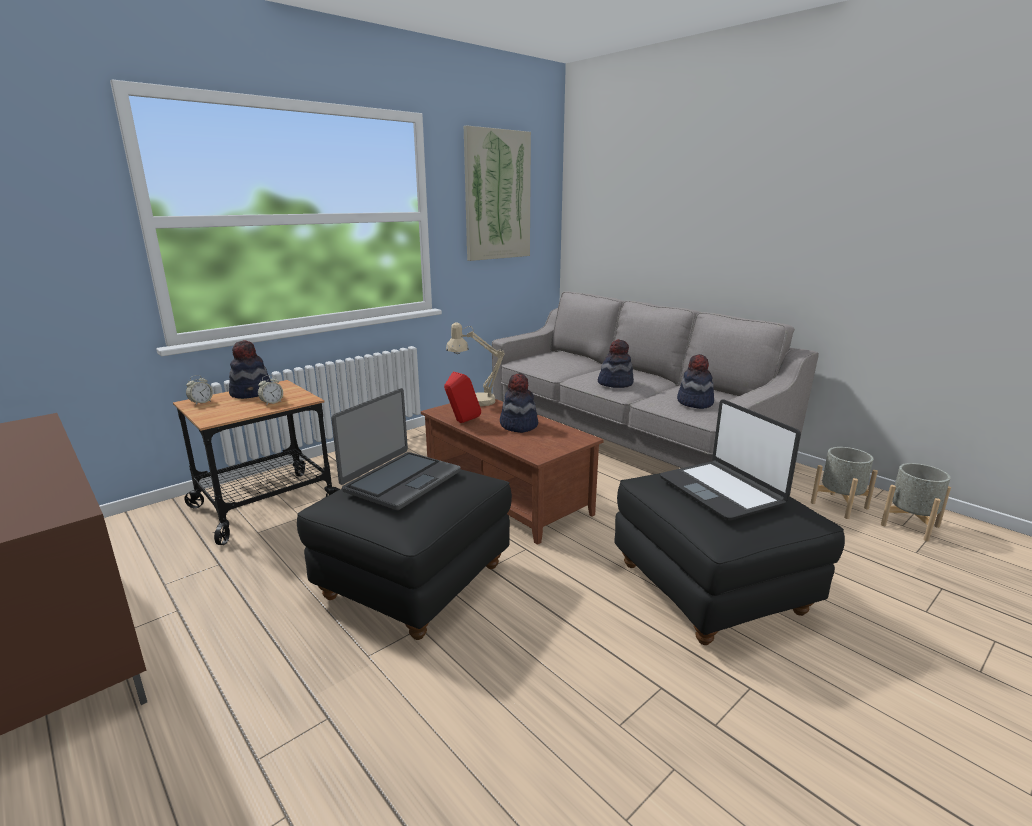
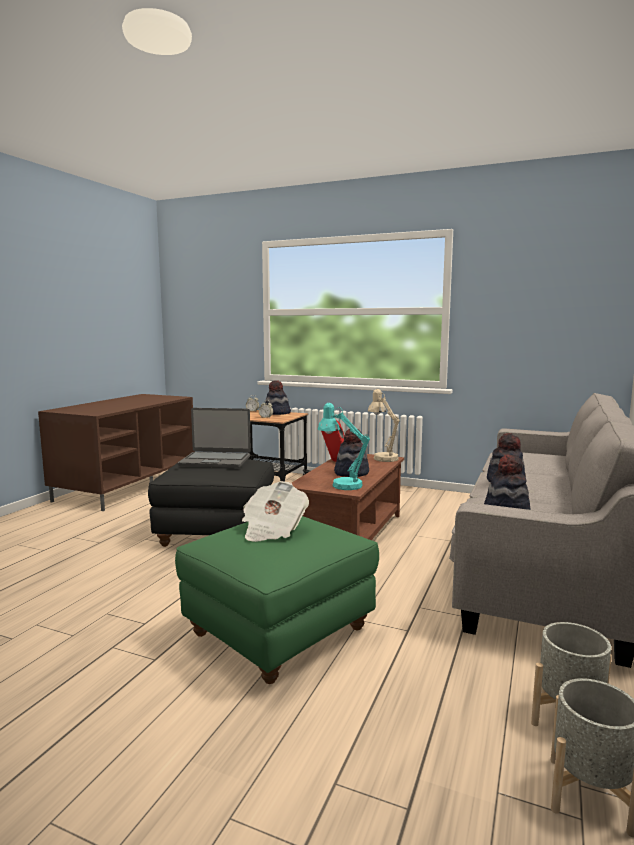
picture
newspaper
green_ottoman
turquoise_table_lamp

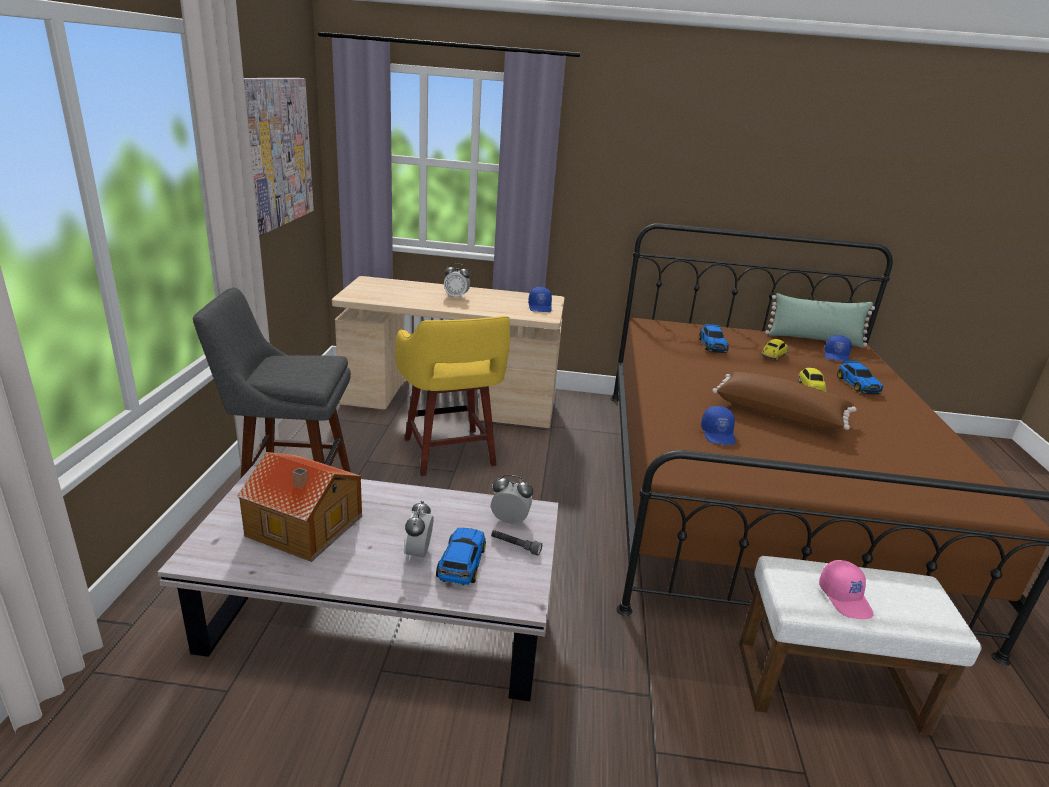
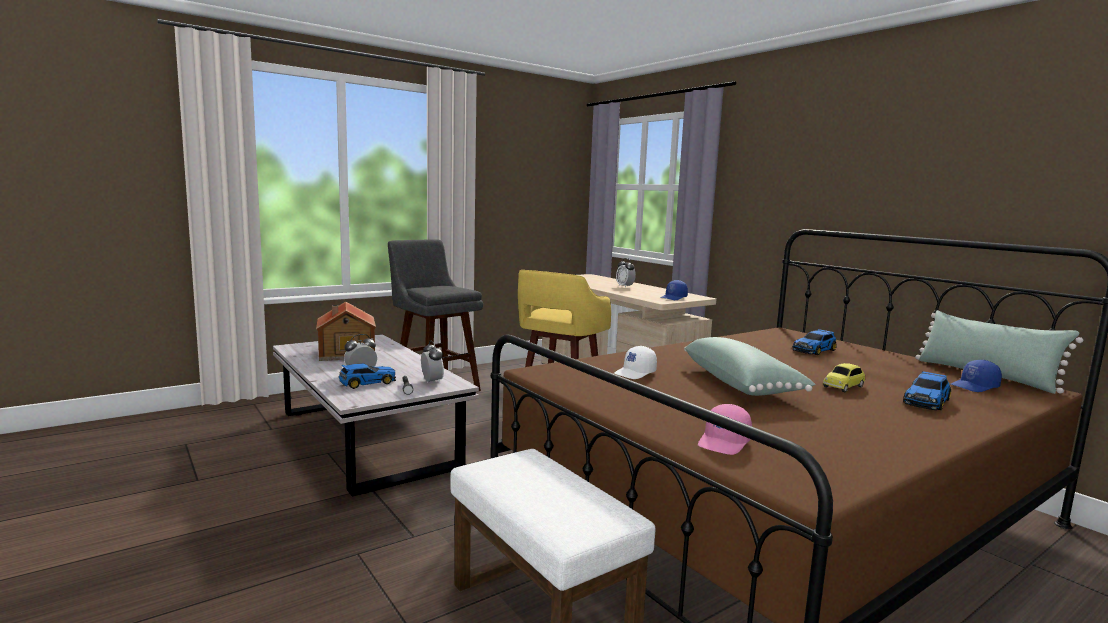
picture
toy_car (no. 3 from left in the first image)
green_pillow (no. 1 from left)
white_cap
pink_cap

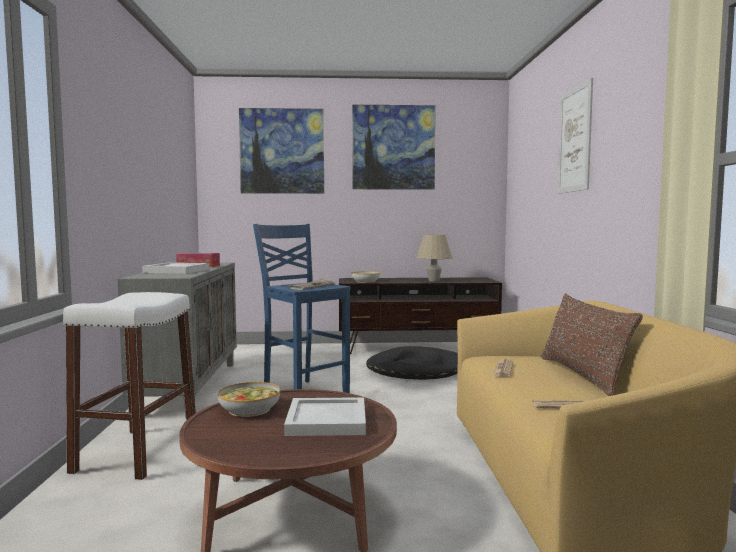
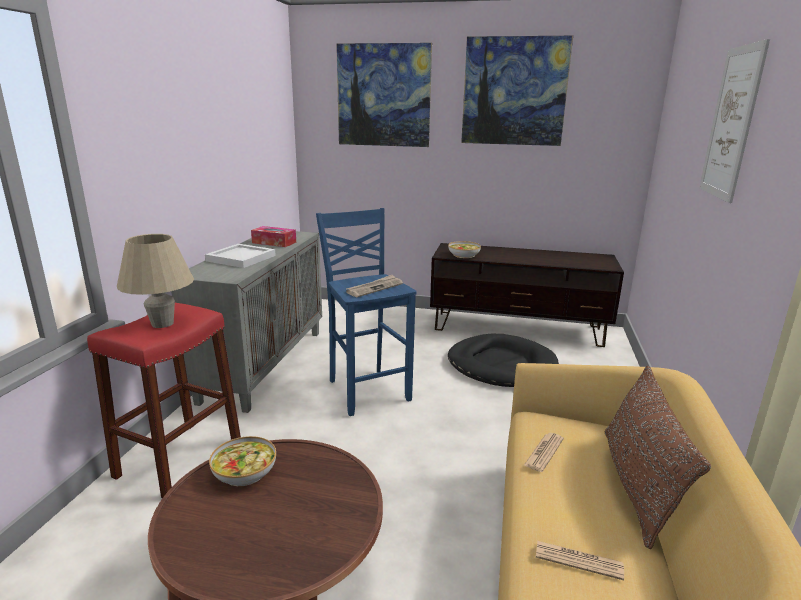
beige_table_lamp
red_stool
white_tray (no. 2 from left in the first image)

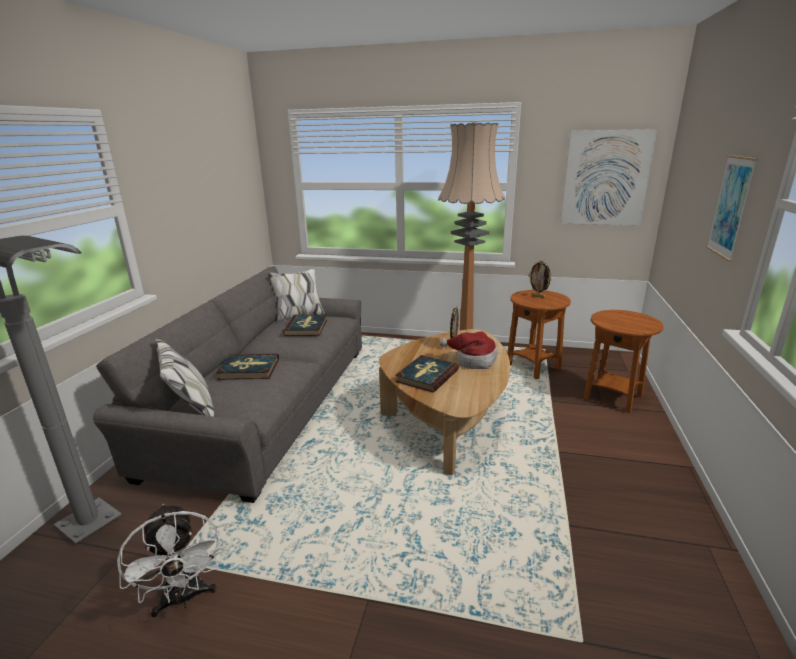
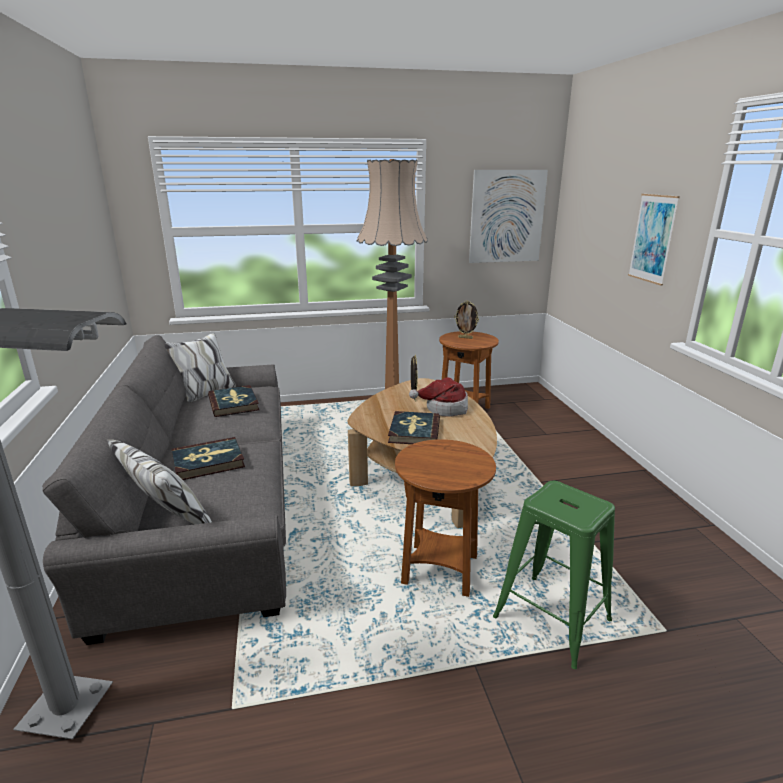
brown_side_table (no. 1 from left)
white_fan
green_stool

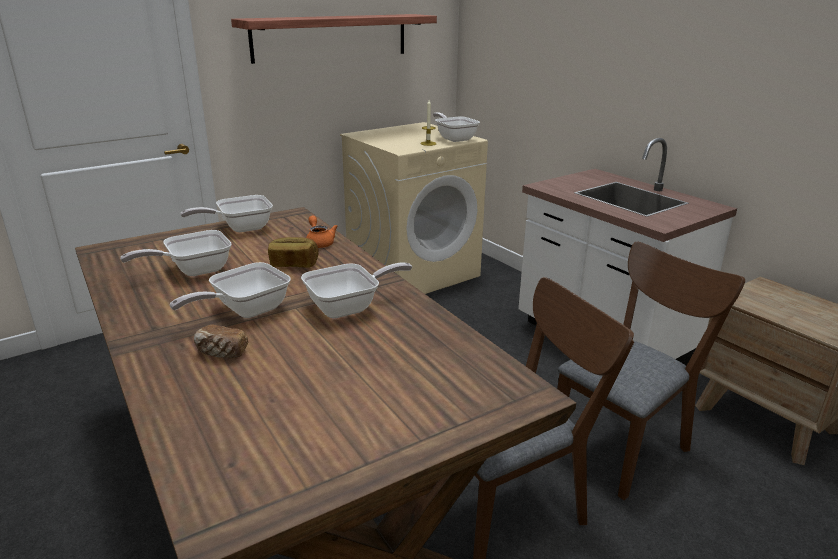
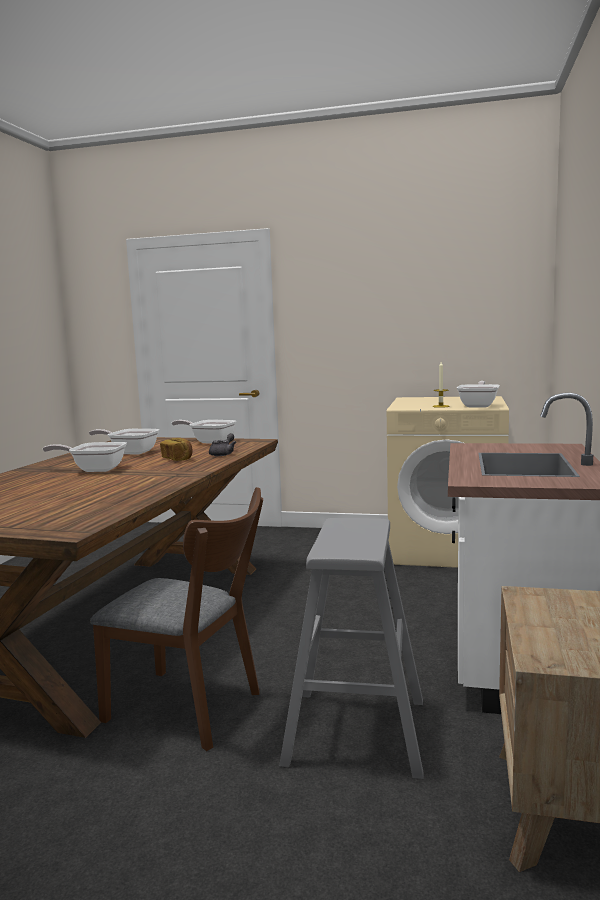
shelf
grey_teapot
grey_stool
frying_pan (no. 4 from left in the first image)
bread (no. 1 from left in the first image)

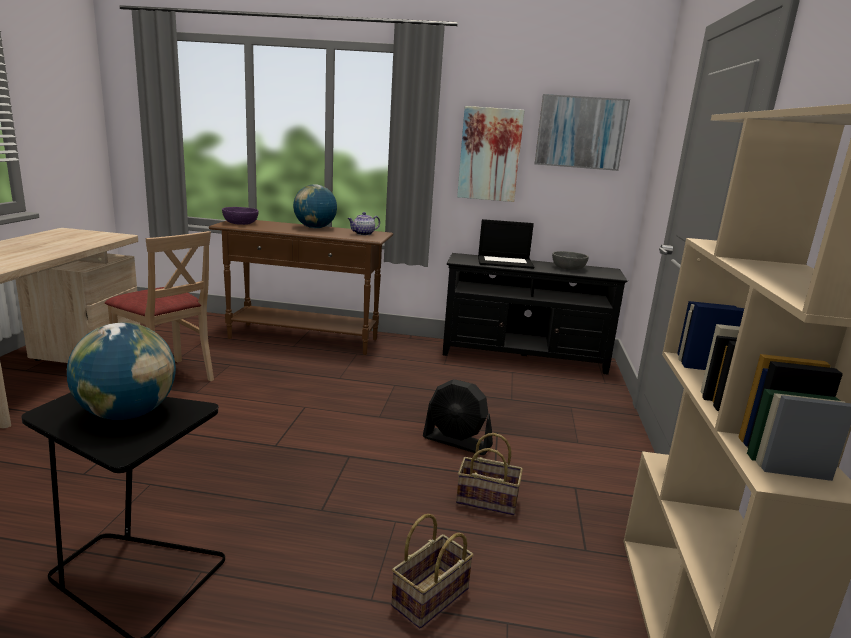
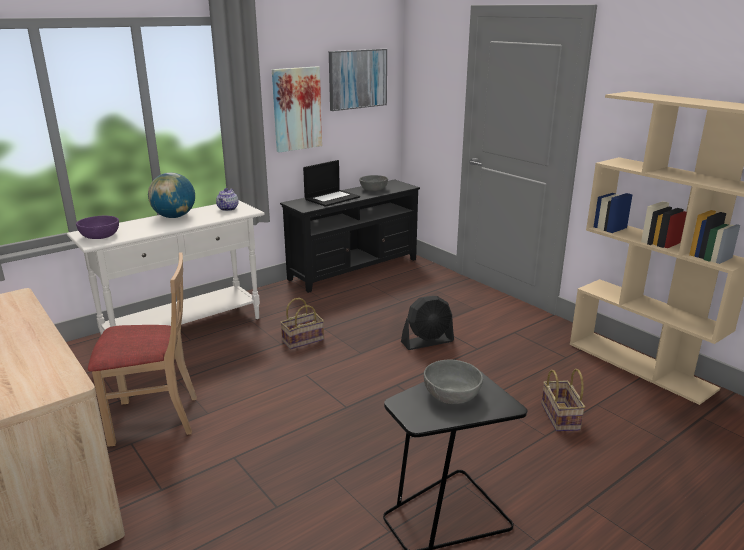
white_console_table
grey_bowl (no. 2 from left)
basket (no. 1 from left)

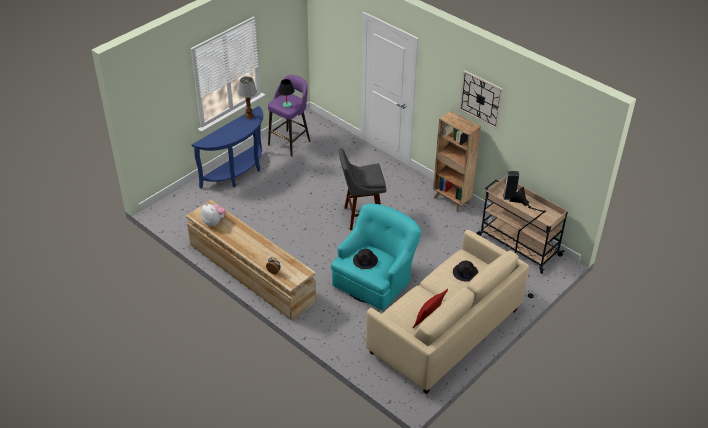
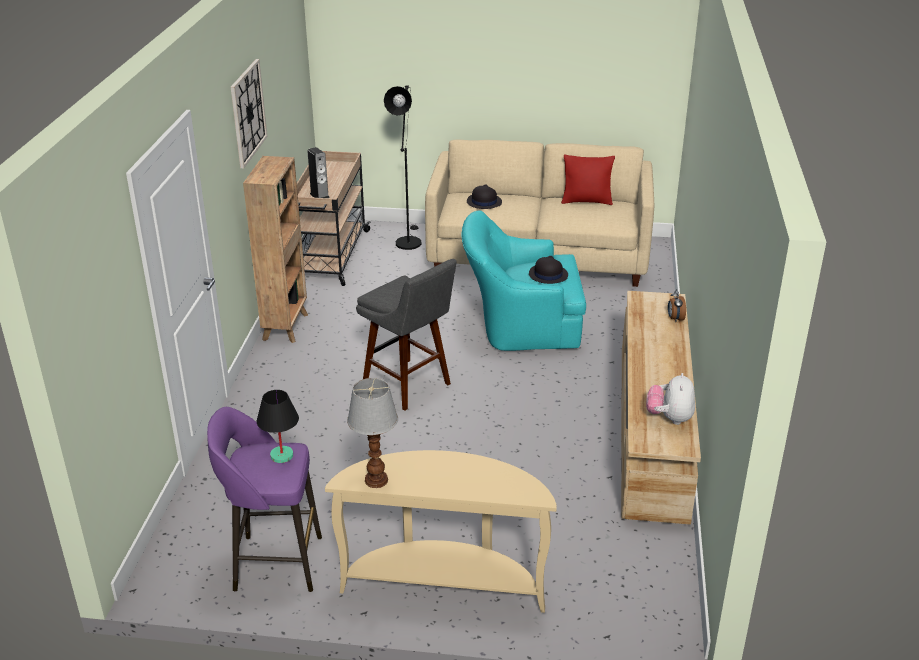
beige_console_table

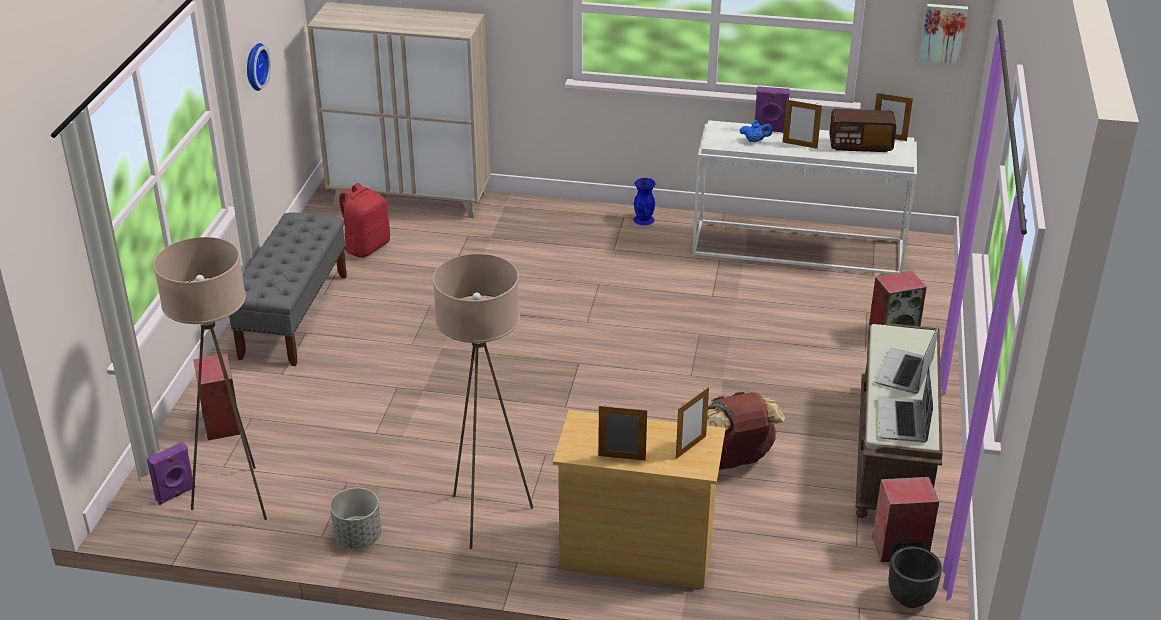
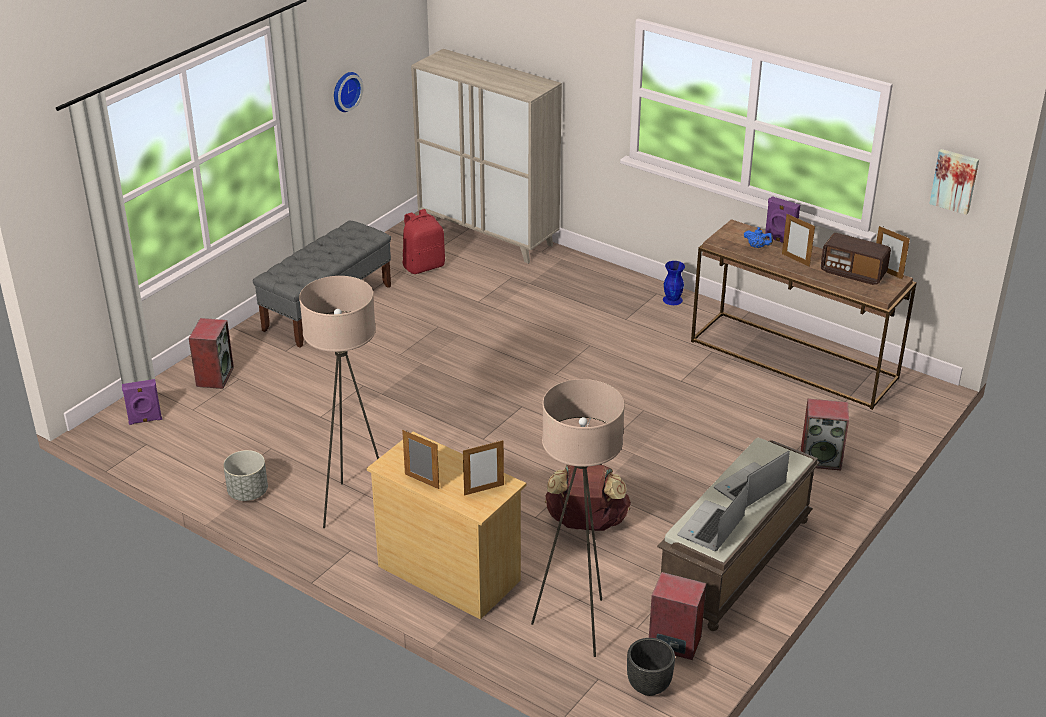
brown_console_table
beige_floor_lamp (no. 2 from left)

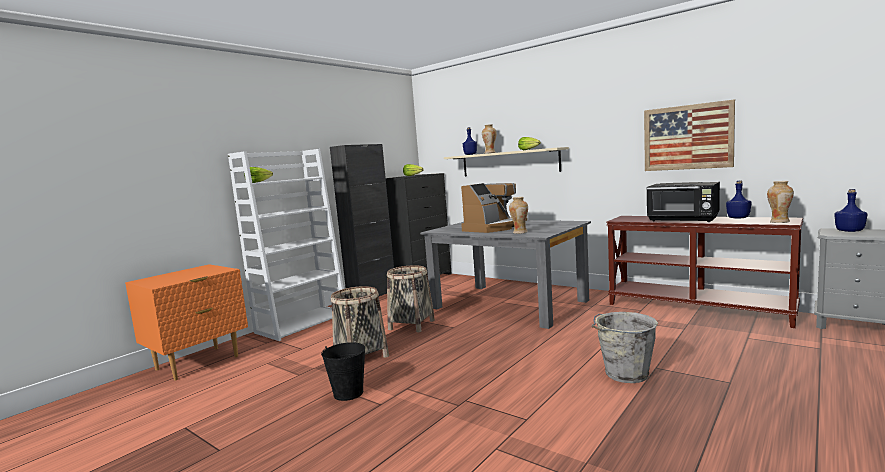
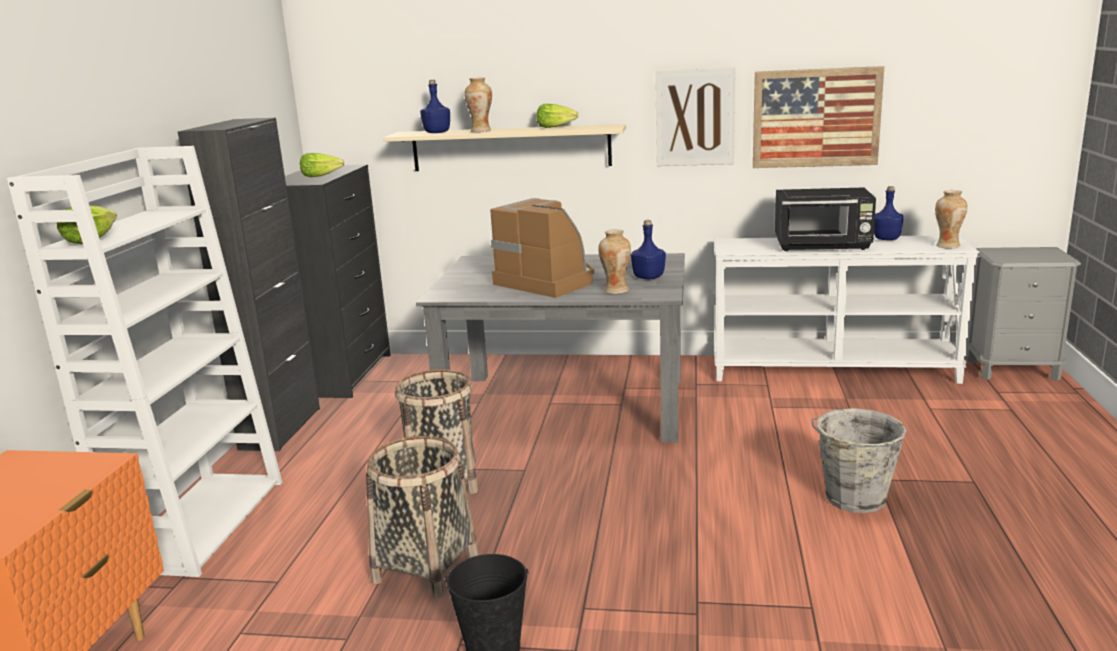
coffee_machine
blue_bottle (no. 2 from left)
white_console_table
picture (no. 1 from left)

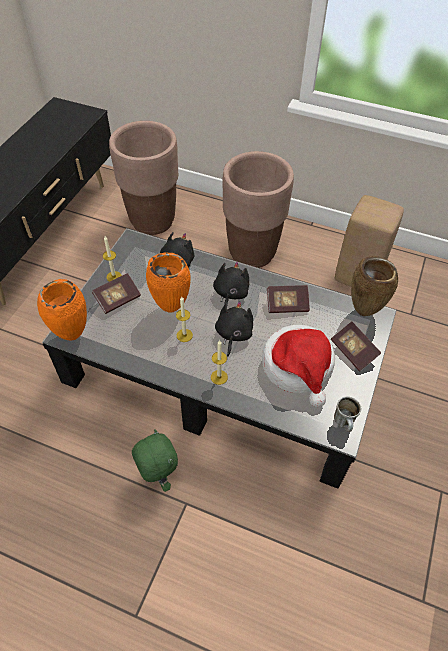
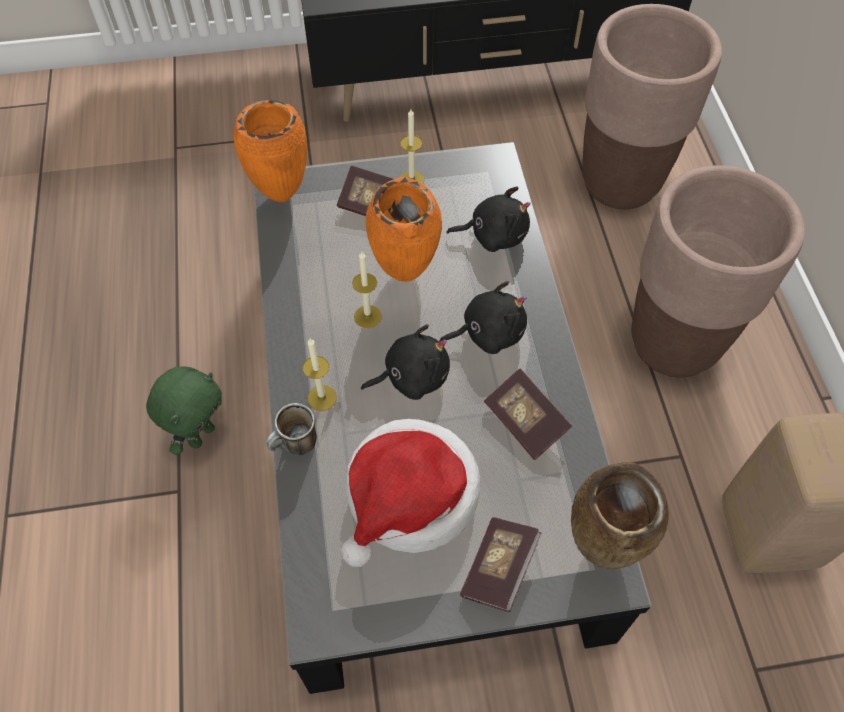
mug

